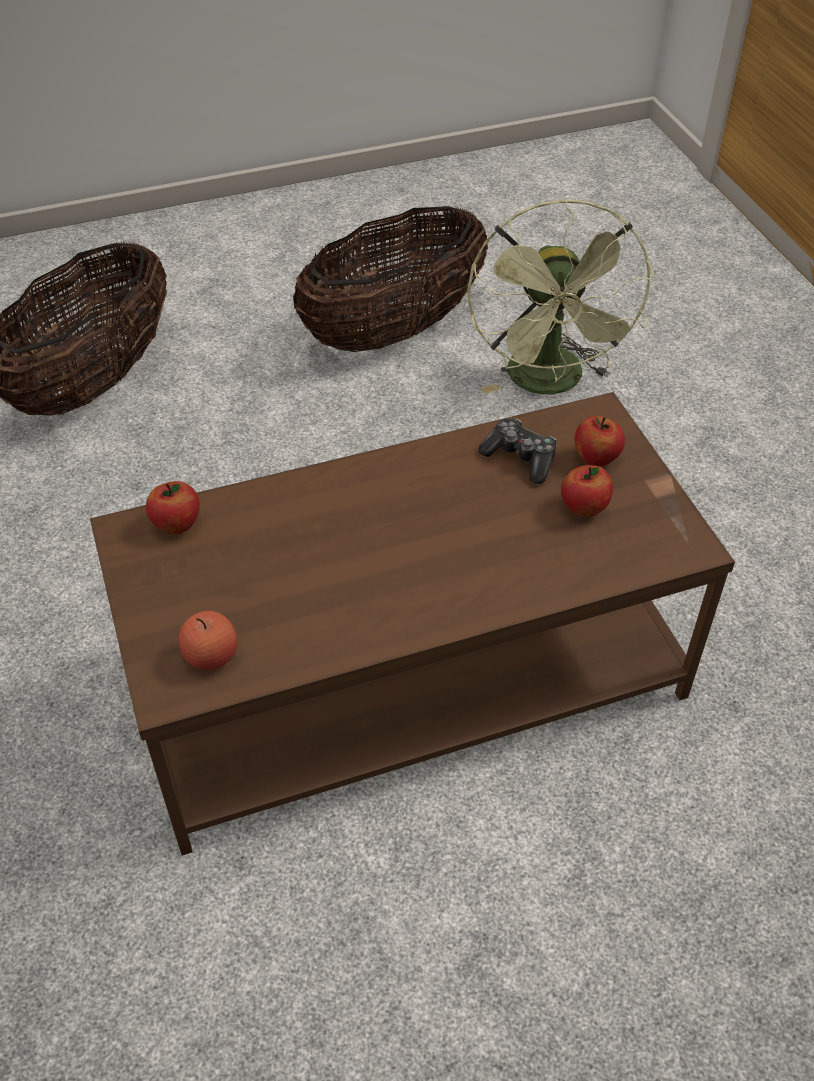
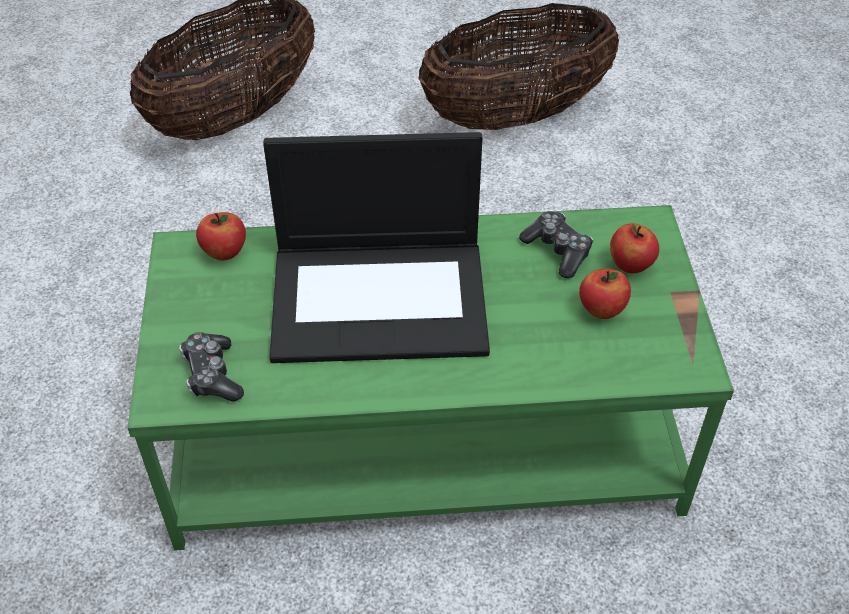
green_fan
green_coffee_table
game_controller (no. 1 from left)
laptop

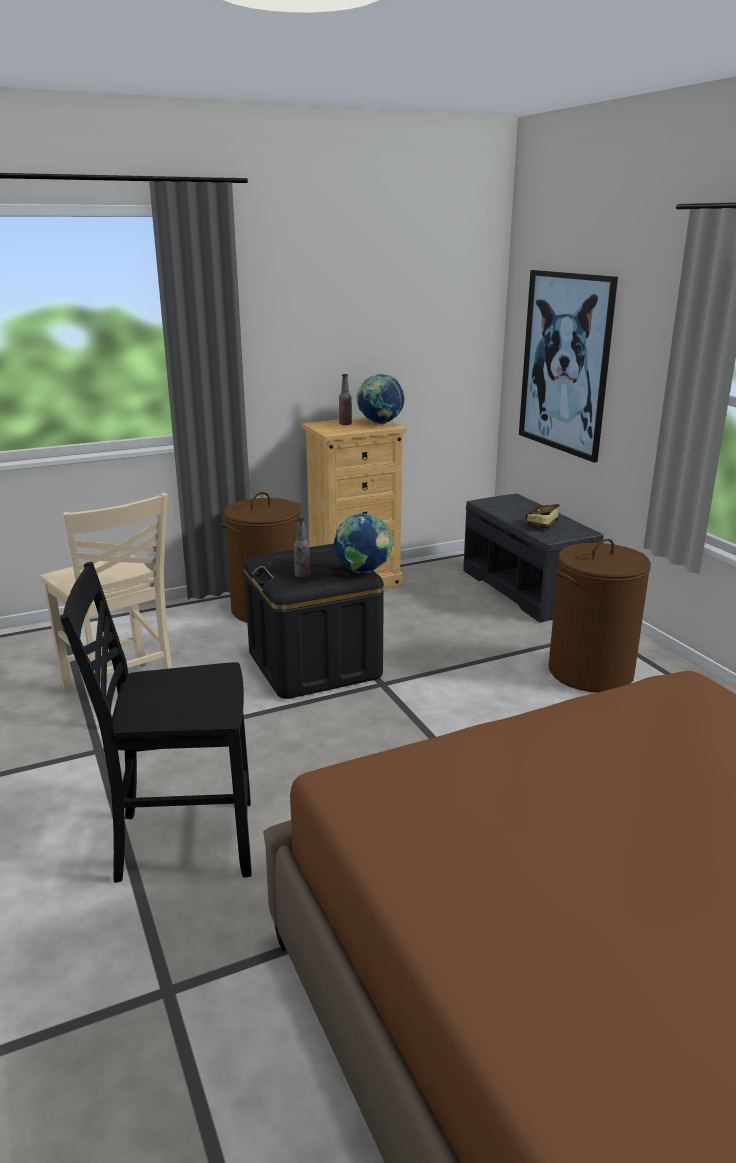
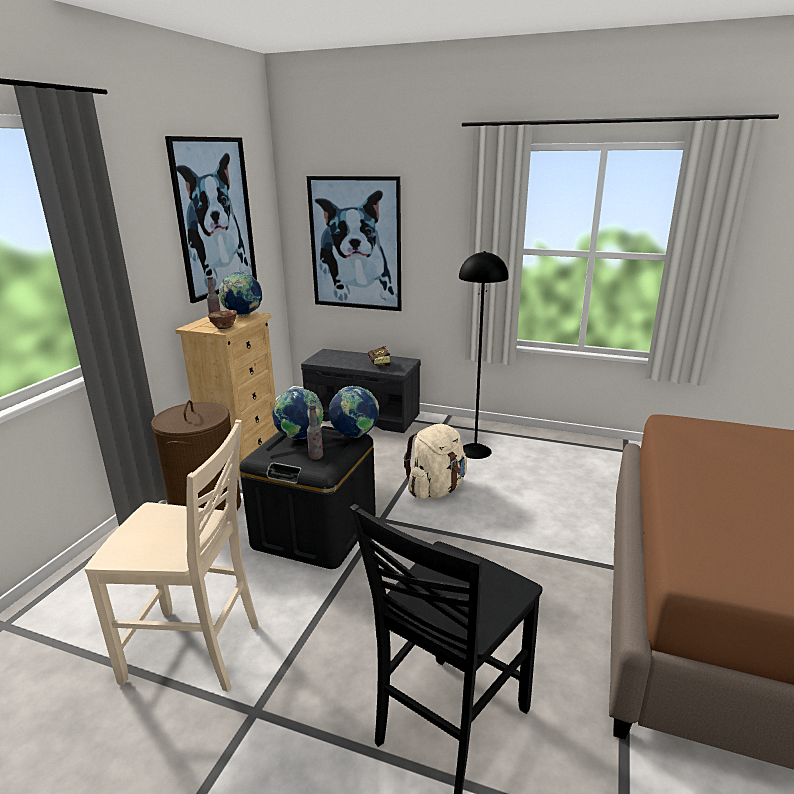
black_floor_lamp
picture (no. 1 from left)
bowl
globe (no. 2 from left)
beige_backpack

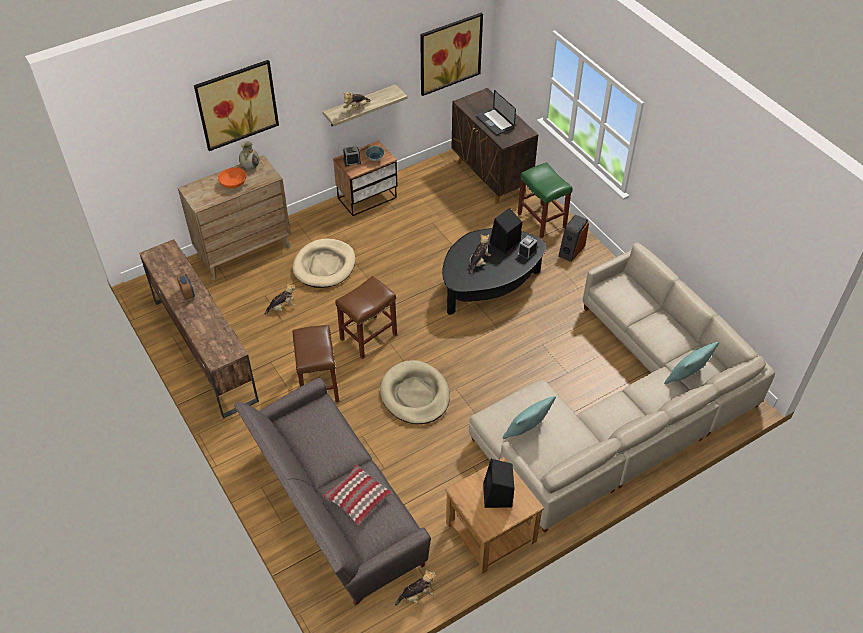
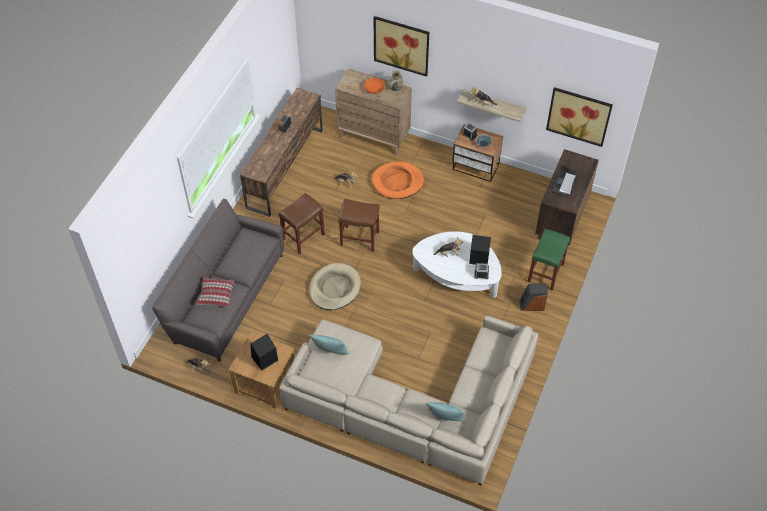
white_coffee_table
orange_dog_bed

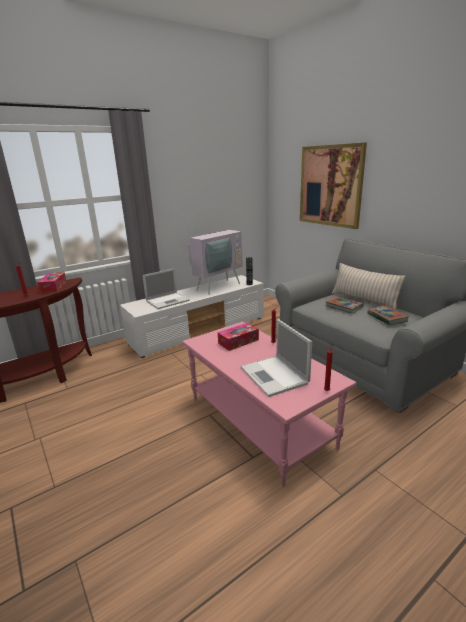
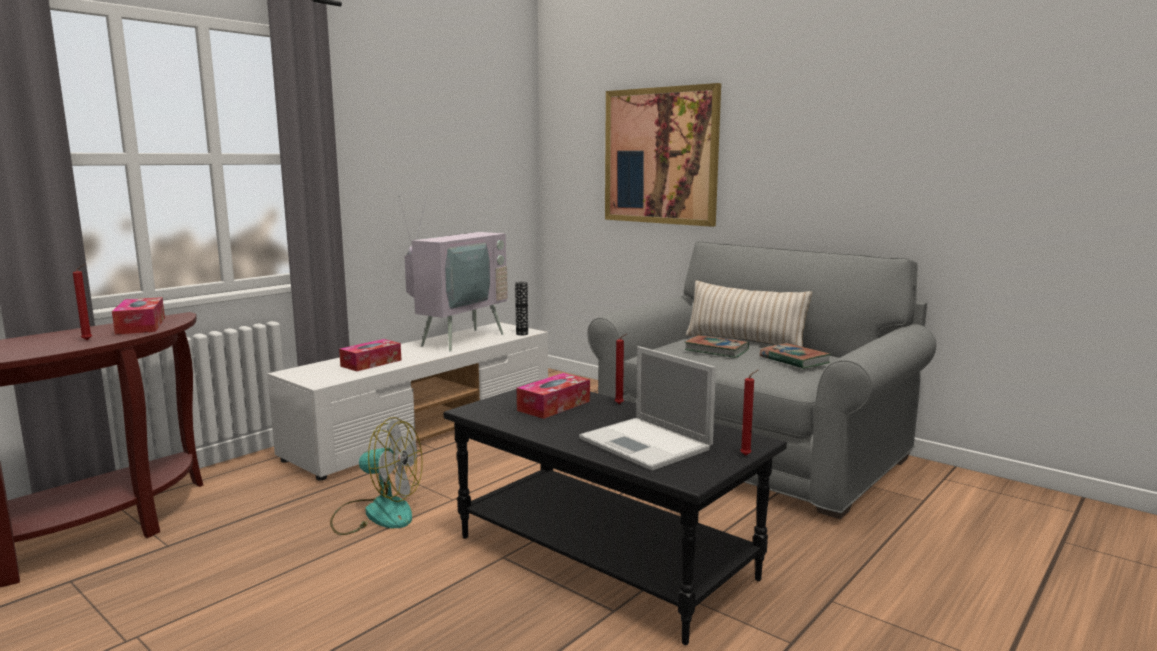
tissue_box (no. 2 from left)
black_coffee_table
fan

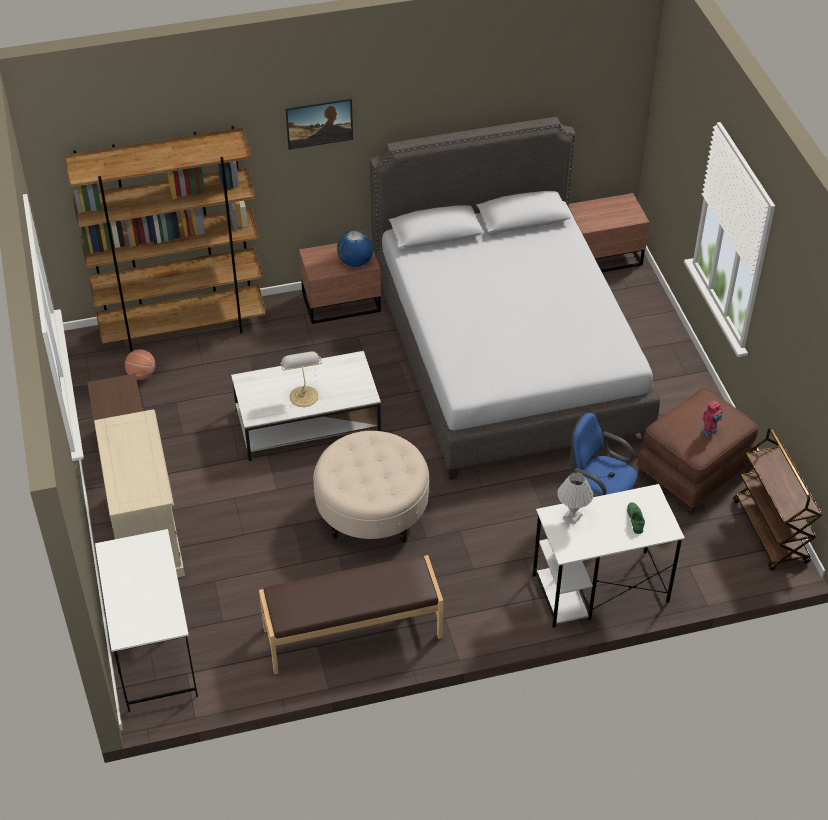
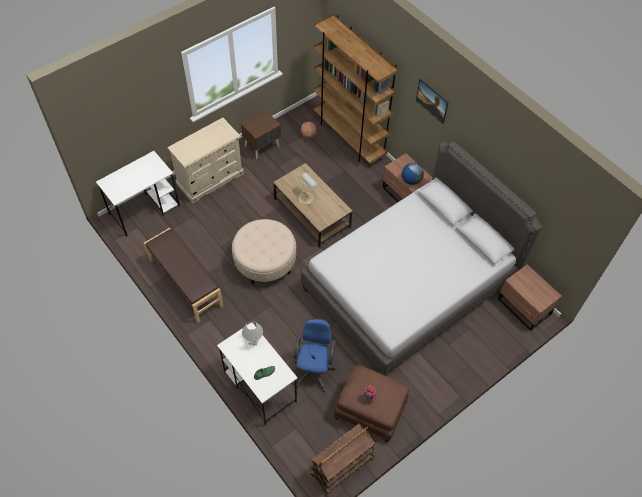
brown_coffee_table

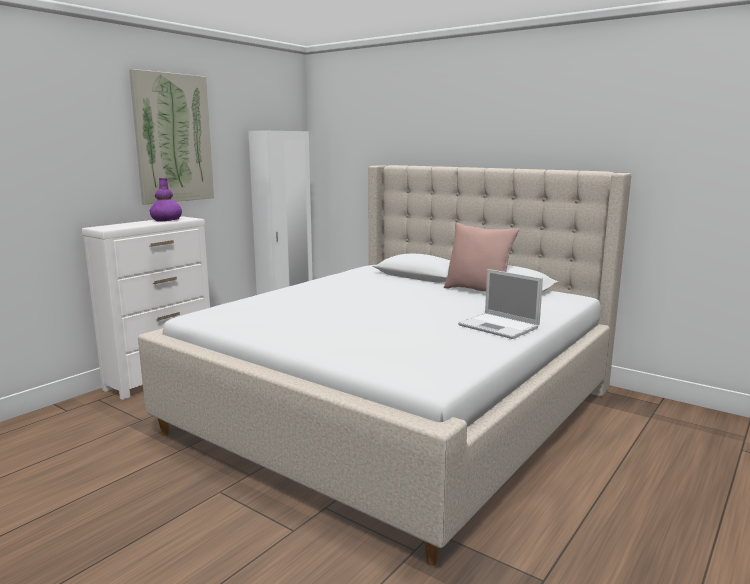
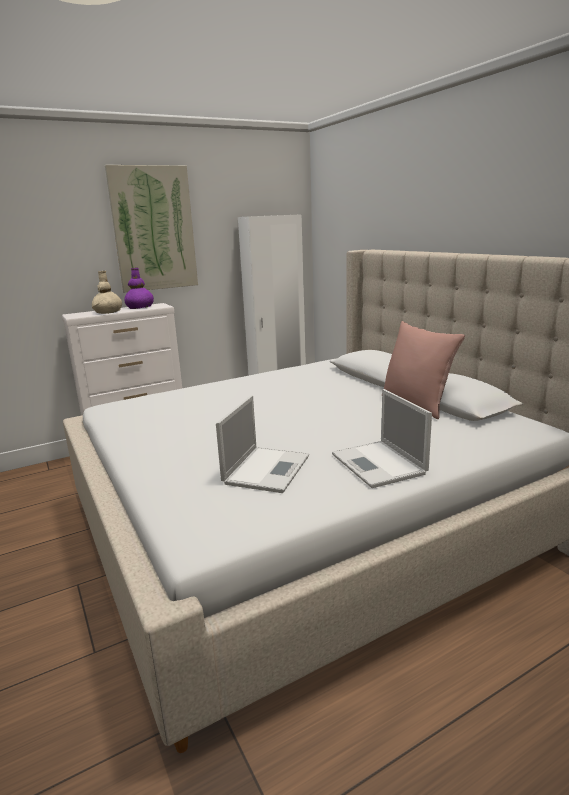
beige_vase
laptop (no. 1 from left)

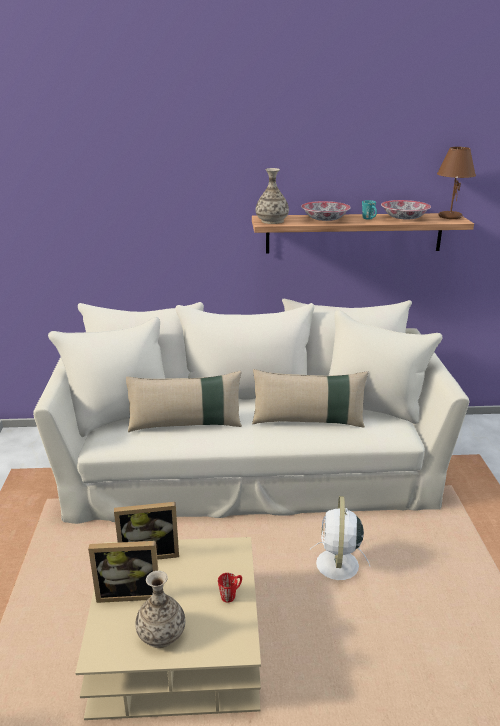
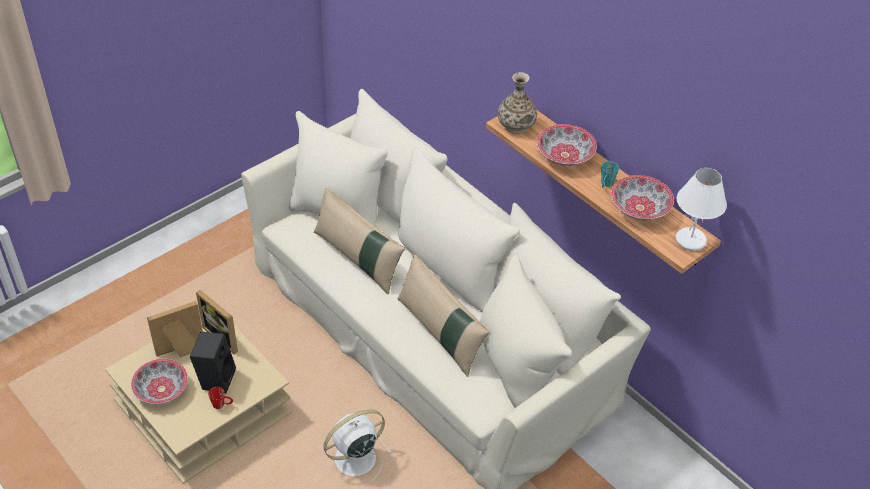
white_table_lamp
picture_frame (no. 1 from left)
bowl (no. 1 from left)
black_speaker

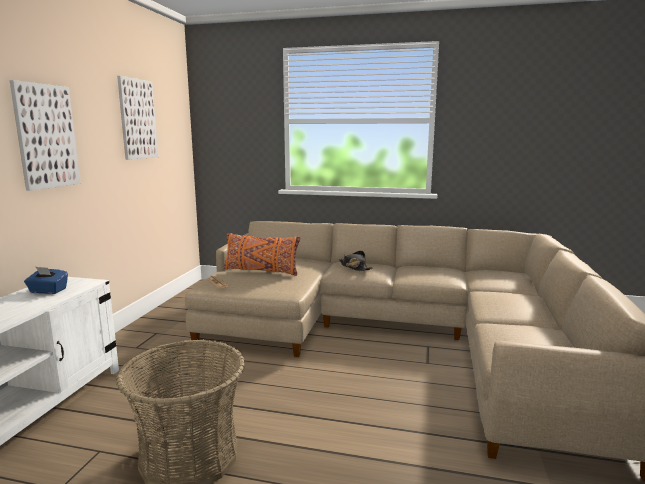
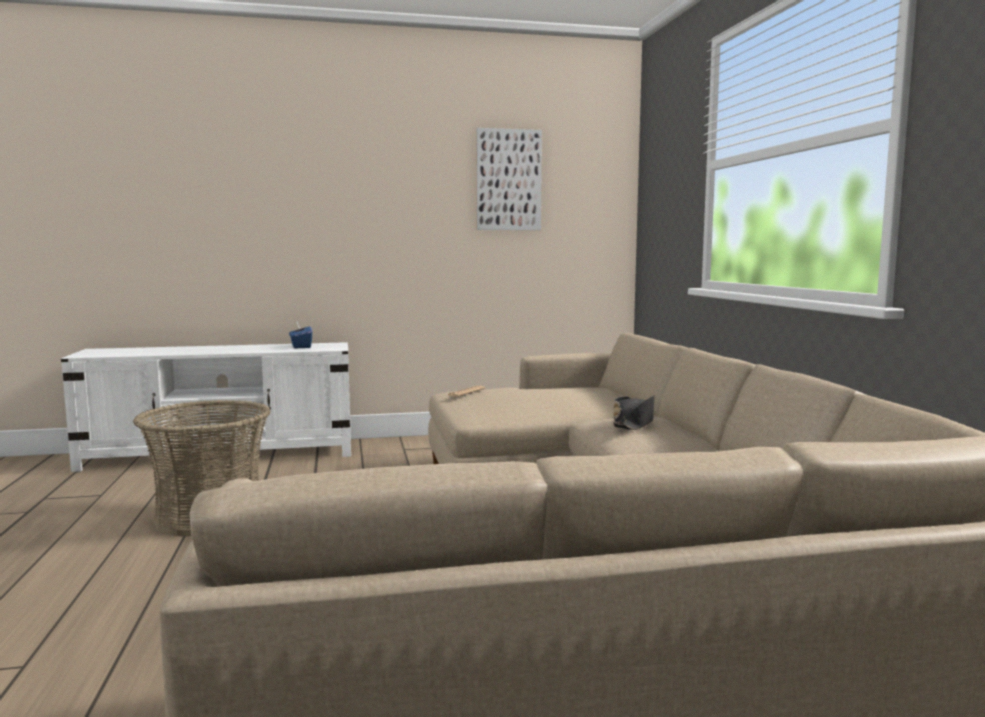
picture (no. 1 from left in the first image)
orange_pillow

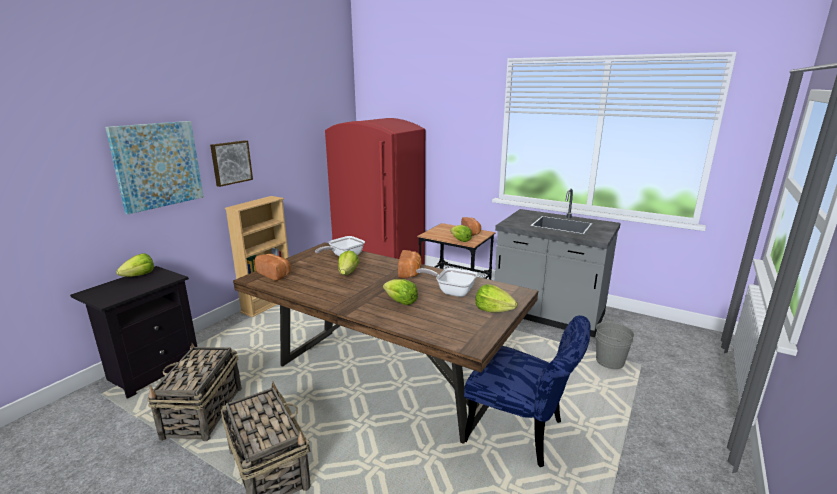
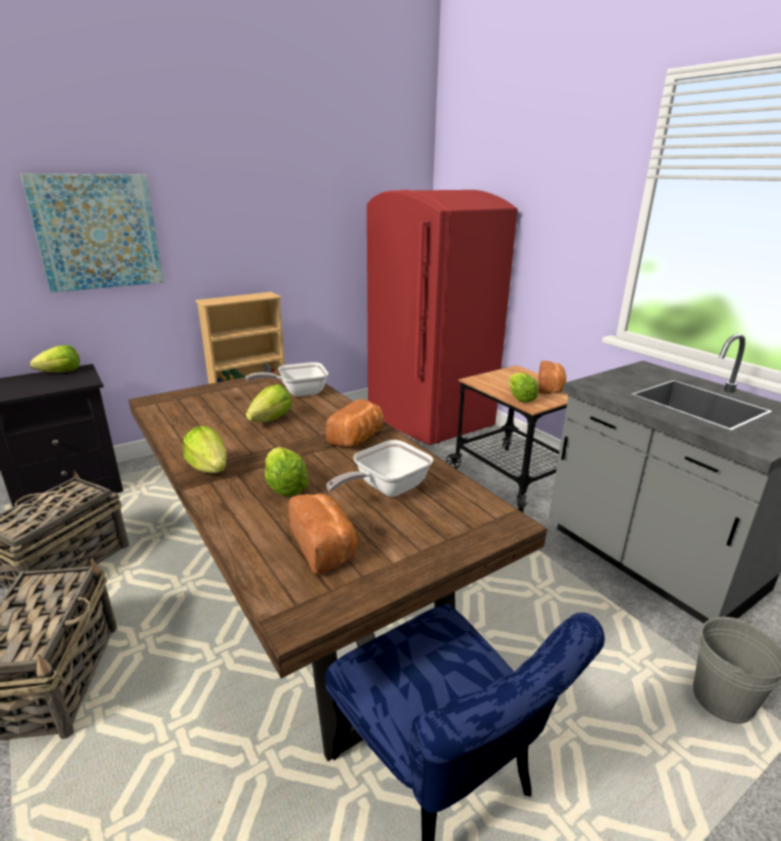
picture (no. 2 from left in the first image)
bread (no. 1 from left)
frying_pan (no. 2 from left)
lettuce (no. 2 from left)

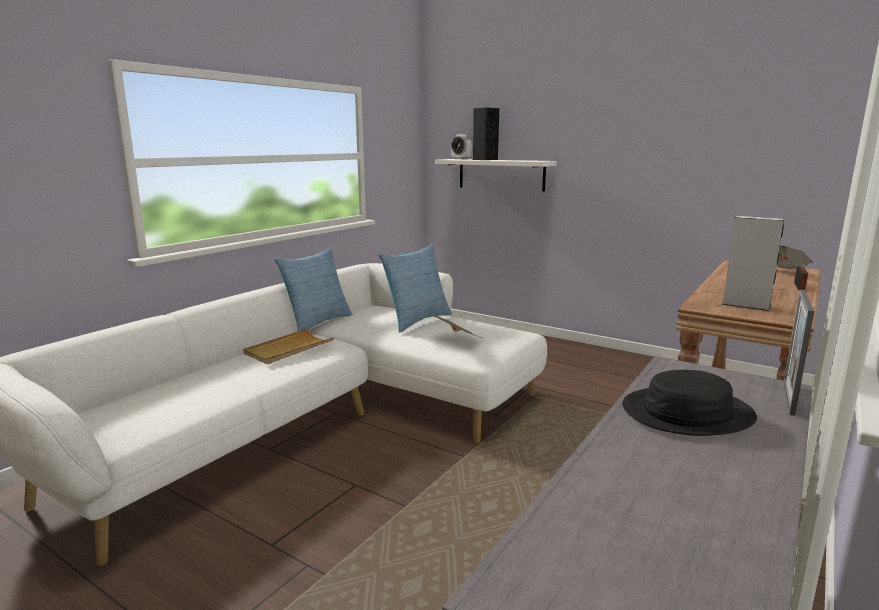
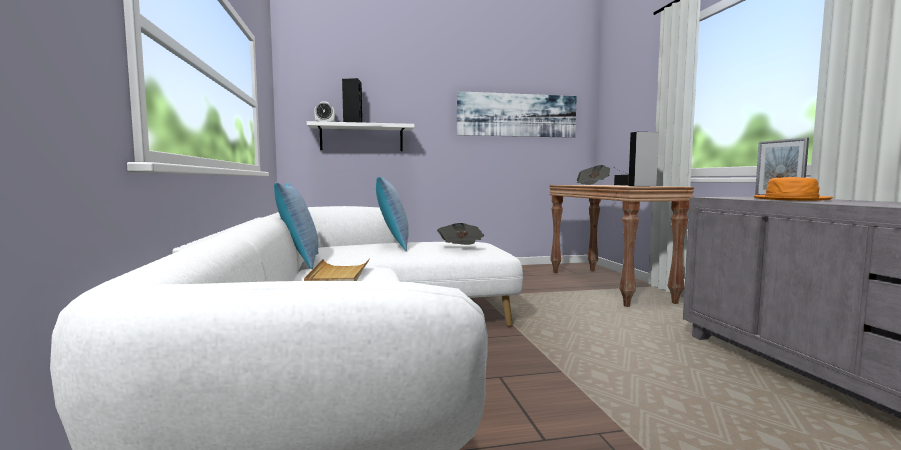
orange_hat
picture

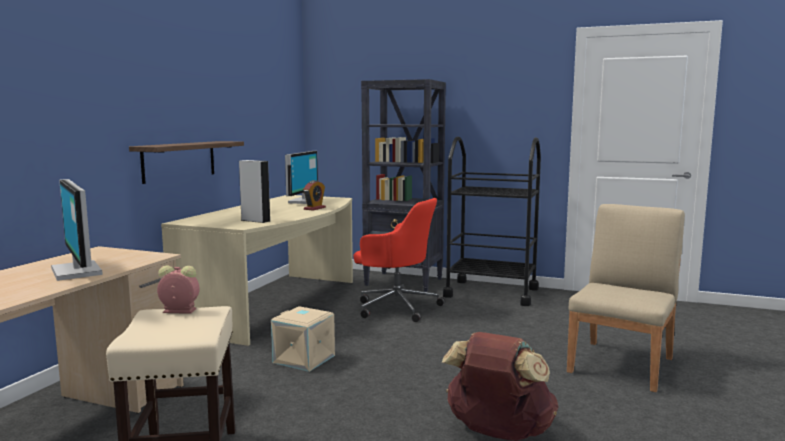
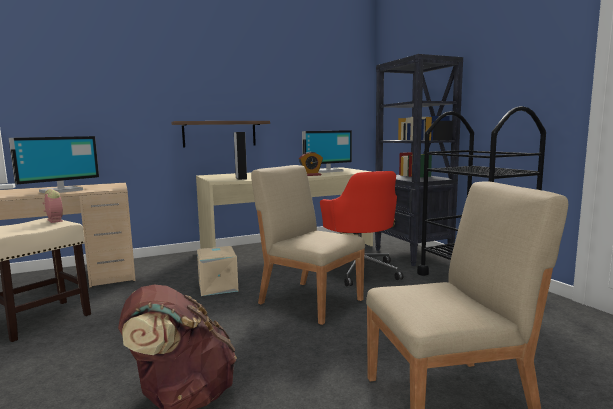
monitor (no. 1 from left)
beige_chair (no. 1 from left)

